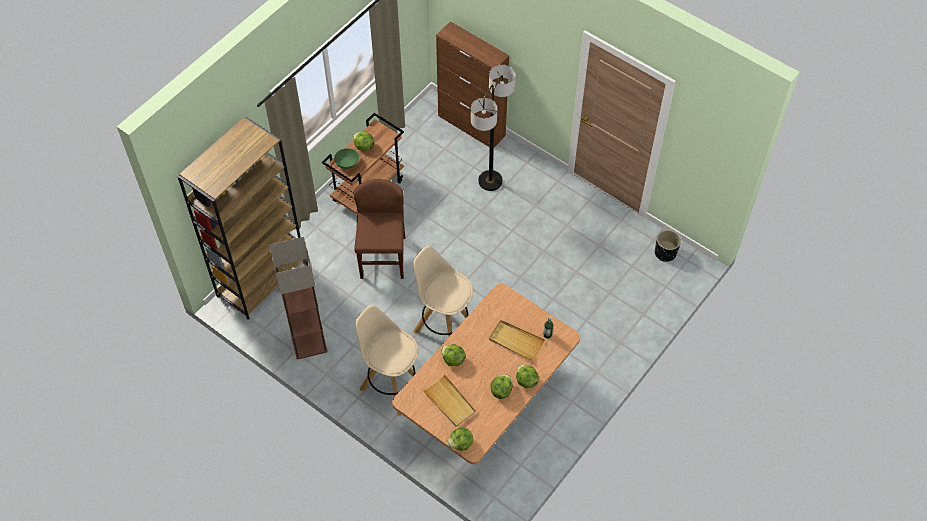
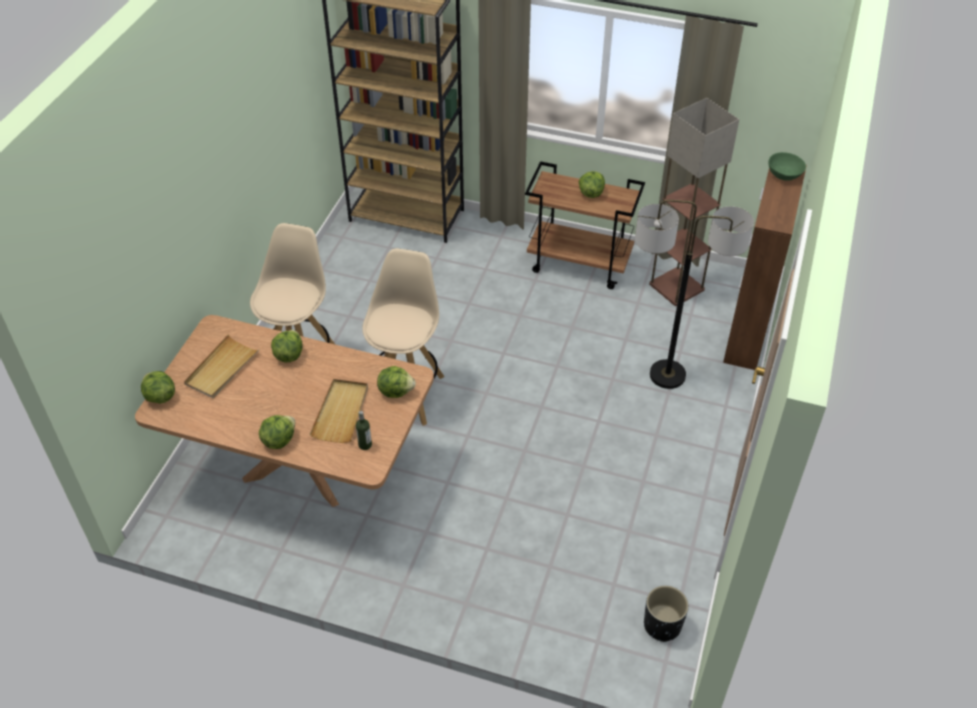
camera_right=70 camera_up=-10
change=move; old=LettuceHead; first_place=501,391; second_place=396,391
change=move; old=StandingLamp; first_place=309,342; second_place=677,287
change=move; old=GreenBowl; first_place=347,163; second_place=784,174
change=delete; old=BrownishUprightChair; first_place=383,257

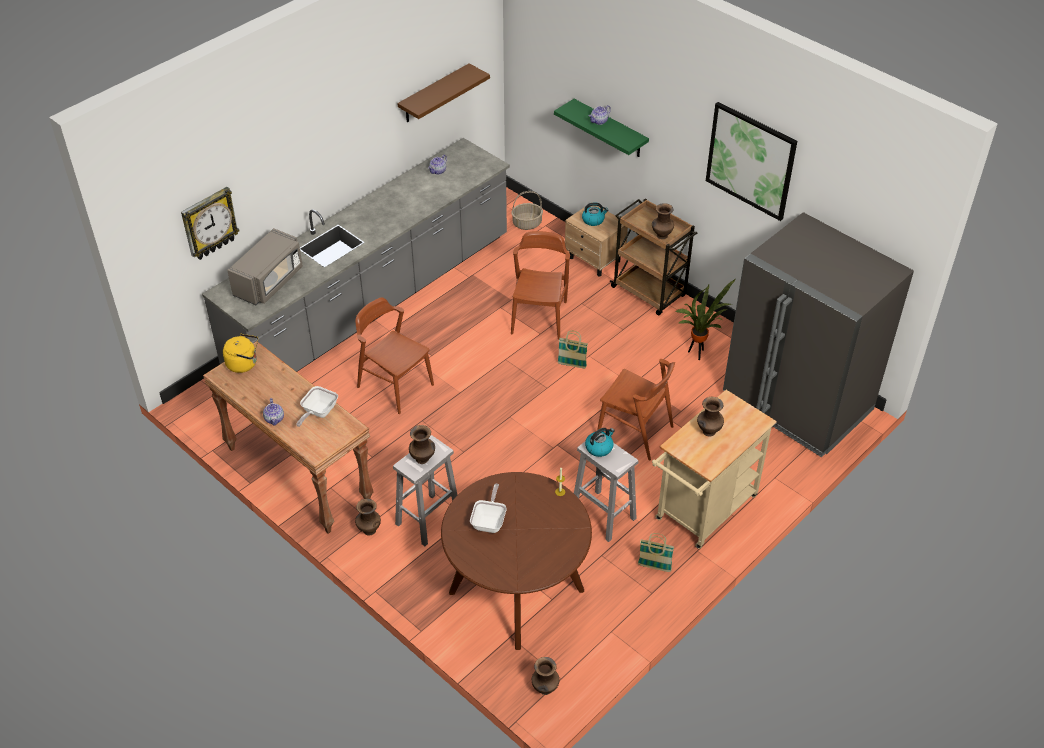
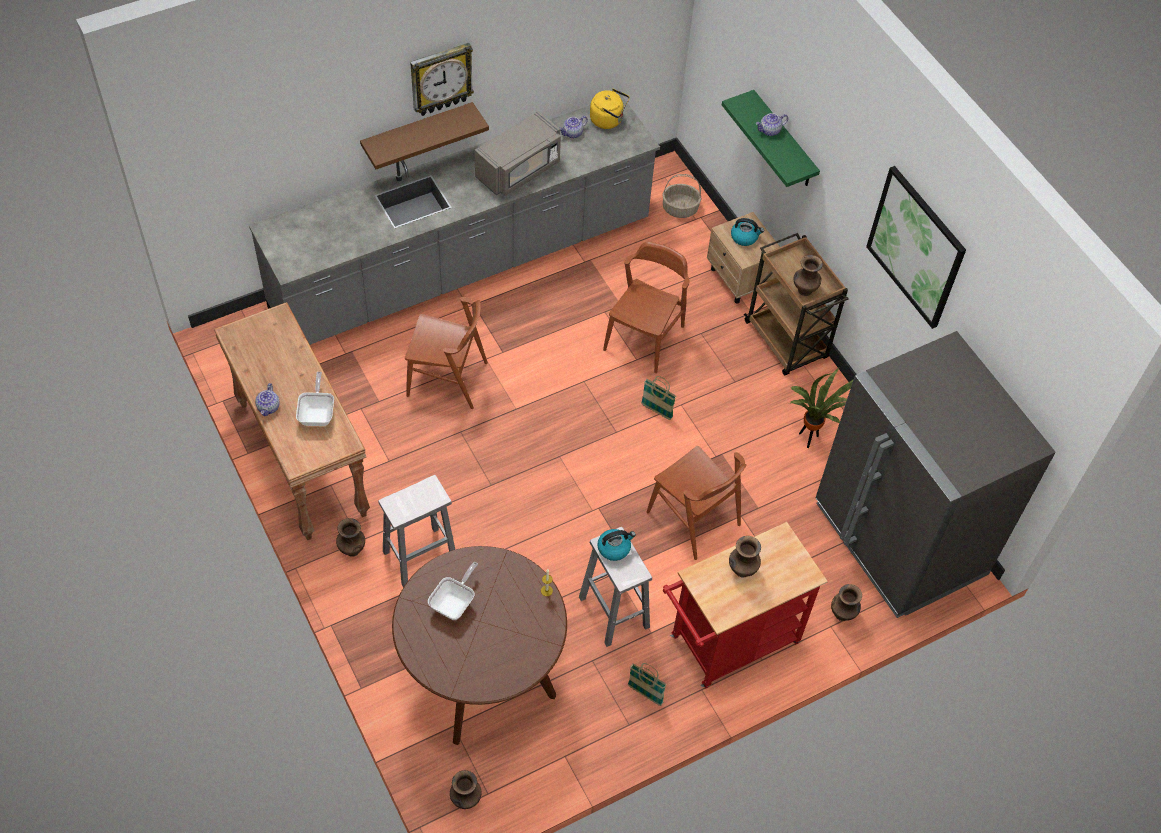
camera_right=15 camera_up=10
change=rotate; old=FryingPan; first_place=318,413; second_place=317,413; degrees=135
change=move; old=BrownishWallShelf; first_place=434,94; second_place=417,133
change=rotate; old=BrownishUprightChair; first_place=395,386; second_place=447,379; degrees=135
change=move; old=ClockOnTheWall; first_place=209,223; second_place=441,79
change=move; old=GrayMicrowave; first_place=270,282; second_place=519,170
change=move; old=YellowTeaKettle; first_place=244,364; second_place=608,120
change=recolor; old=BeigeCart; new=ReddishCart; first_place=702,512; second_place=727,644
change=move; old=BrownishDecorativeVase; first_place=423,459; second_place=842,614

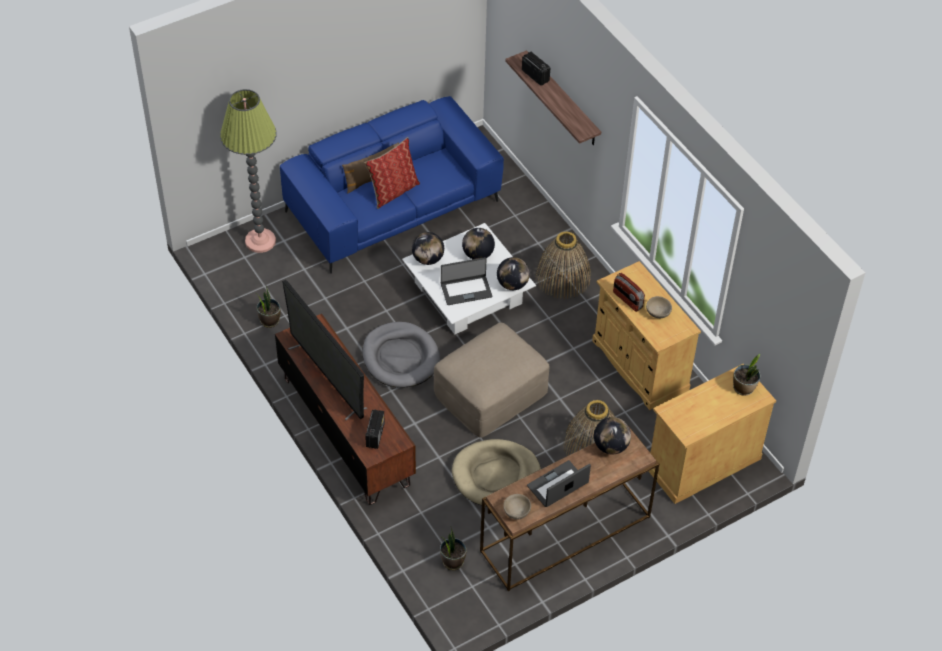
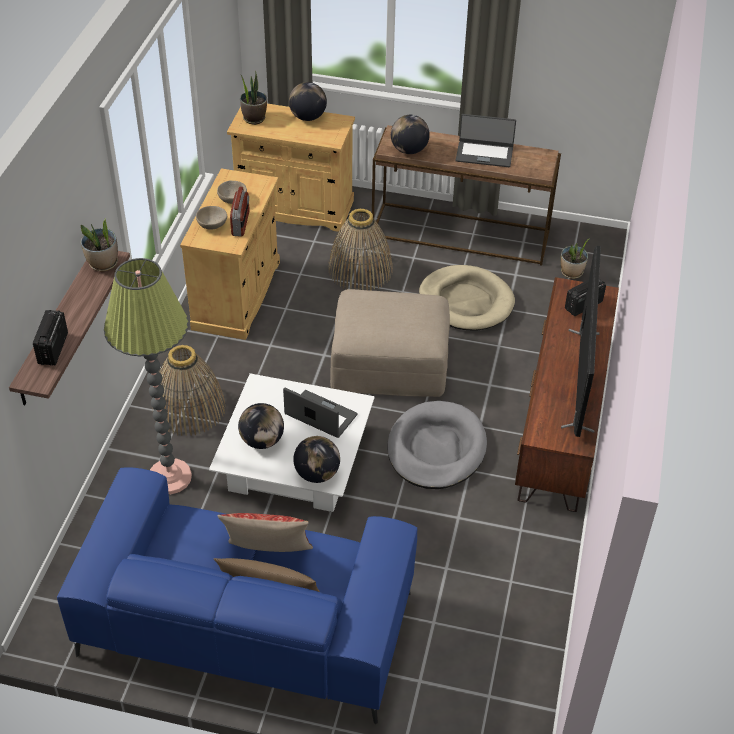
camera_right=-135 camera_up=-5
change=move; old=PottedPlant; first_place=269,320; second_place=103,264
change=move; old=StandingLamp; first_place=260,241; second_place=170,477
change=move; old=BeigeBowl; first_place=516,511; second_place=212,225
change=move; old=WorldGlobe; first_place=512,284; second_place=308,117

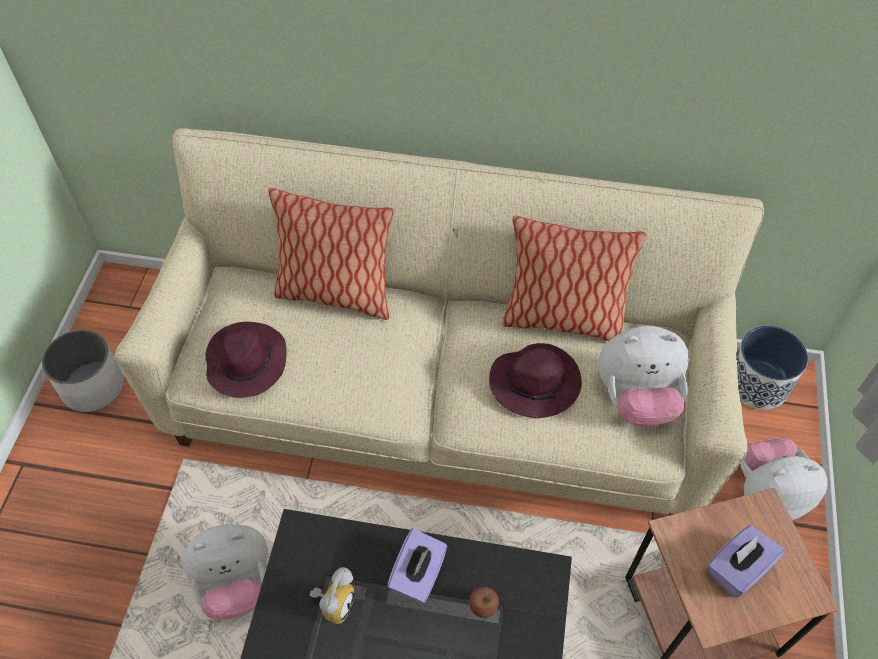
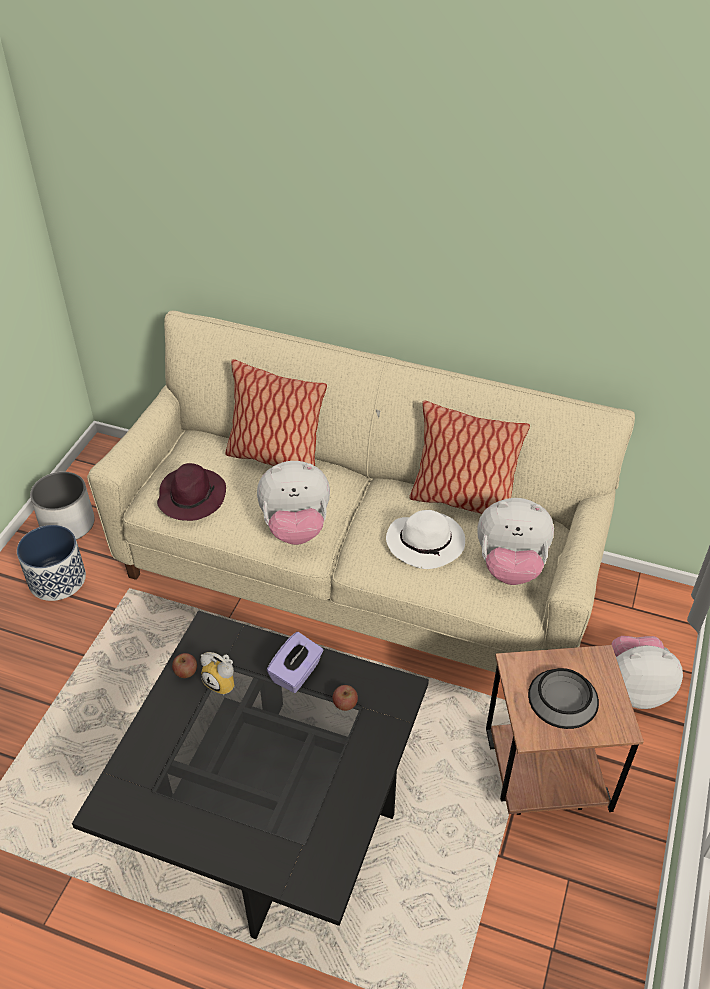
camera_right=10 camera_up=-10
change=move; old=FlowerPot; first_place=757,383; second_place=58,580
change=insert; new=Apple; second_place=186,671
change=rotate; old=AlarmClock; first_place=334,602; second_place=223,682; degrees=90
change=move; old=SoftToy; first_place=235,583; second_place=295,528
change=recolor; old=PurpleWearableHat; new=WhiteColouredWearableHat; first_place=536,382; second_place=426,543
change=replace; old=PurpleTissueHolder; new=Bowl; first_place=737,568; second_place=563,698

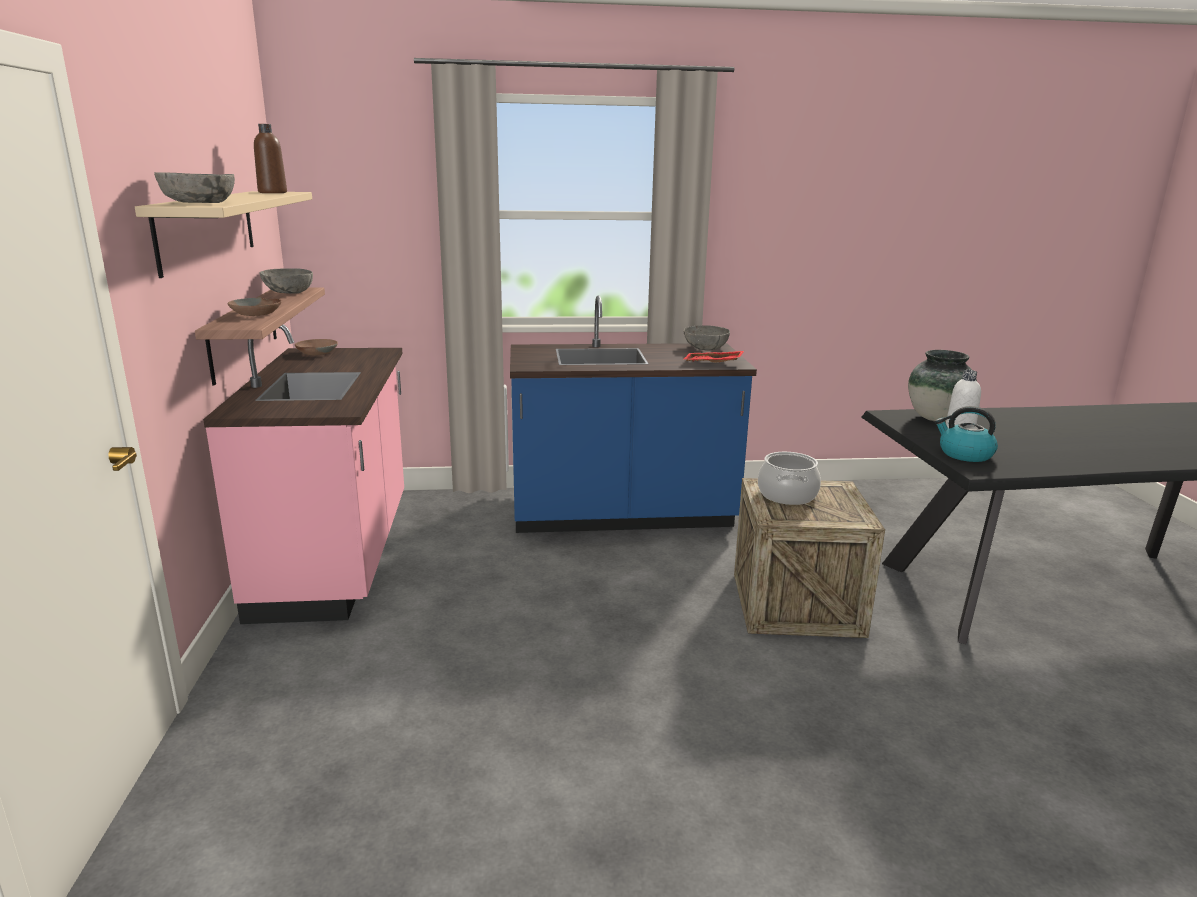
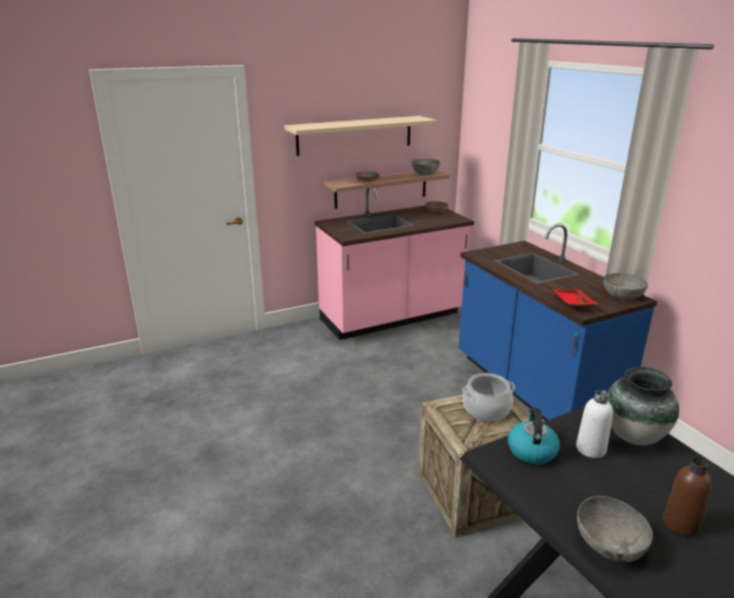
camera_right=70 camera_up=5
change=move; old=GrayBowl; first_place=199,203; second_place=609,544
change=move; old=BrownishBeverageBottle; first_place=272,192; second_place=681,524

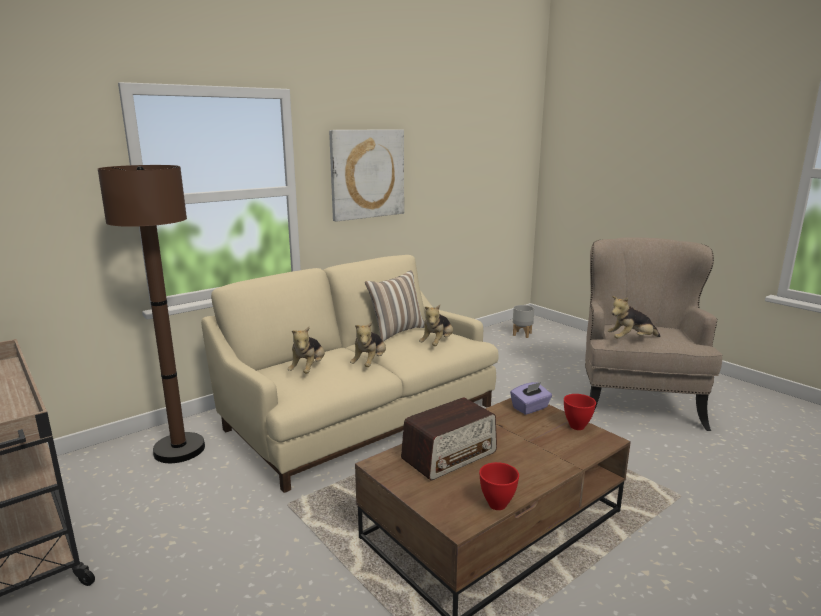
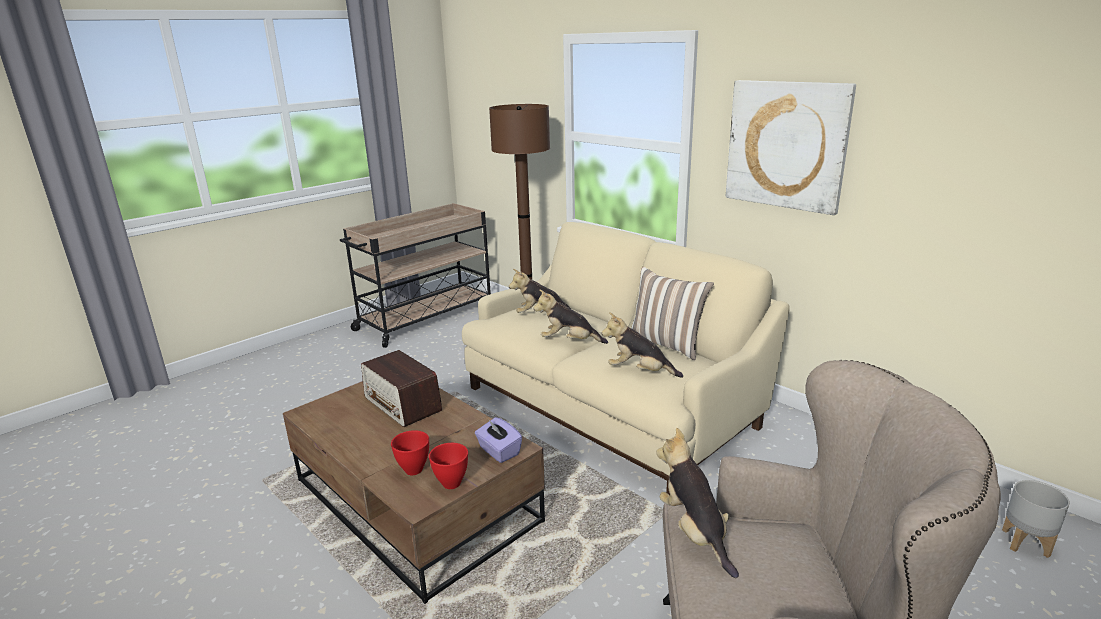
camera_right=85 camera_up=5
change=move; old=ReddishBowl; first_place=497,505; second_place=412,470

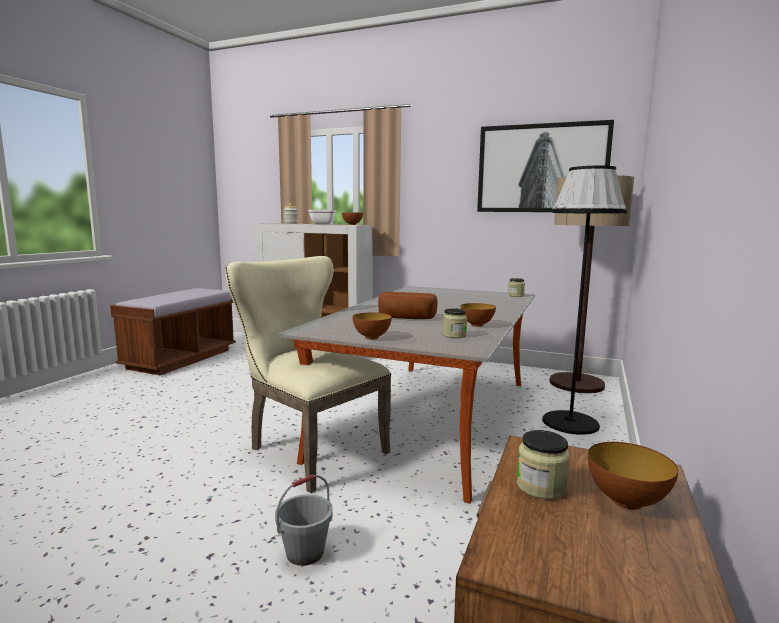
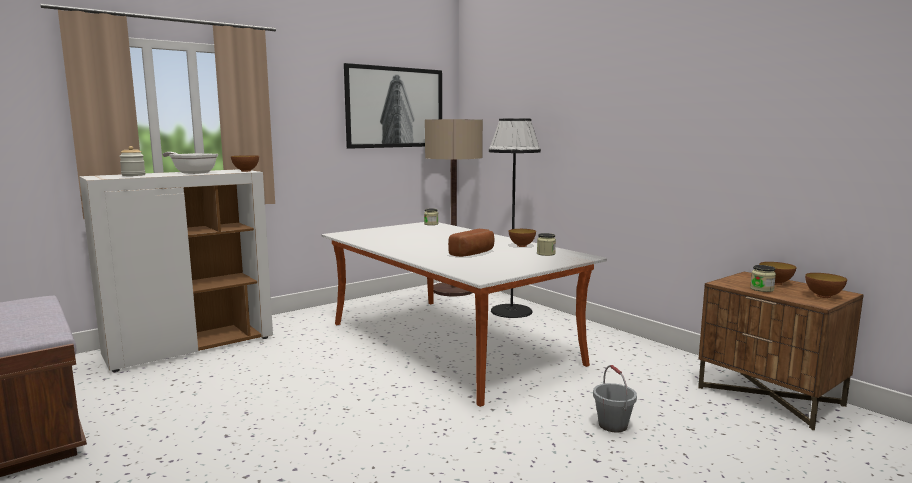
camera_right=-60 camera_up=0
change=move; old=Bowl; first_place=372,337; second_place=823,296
change=delete; old=BeigeUprightChair; first_place=310,449

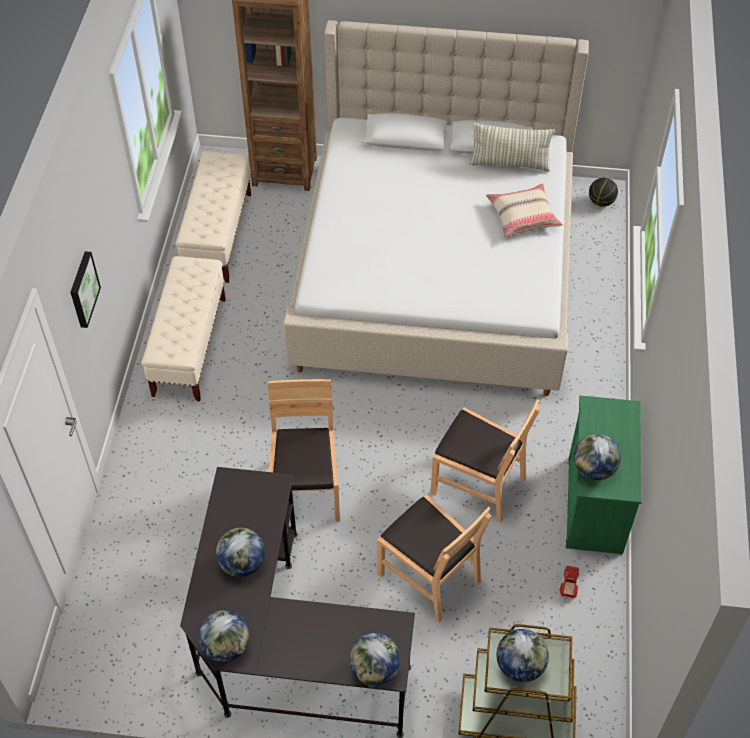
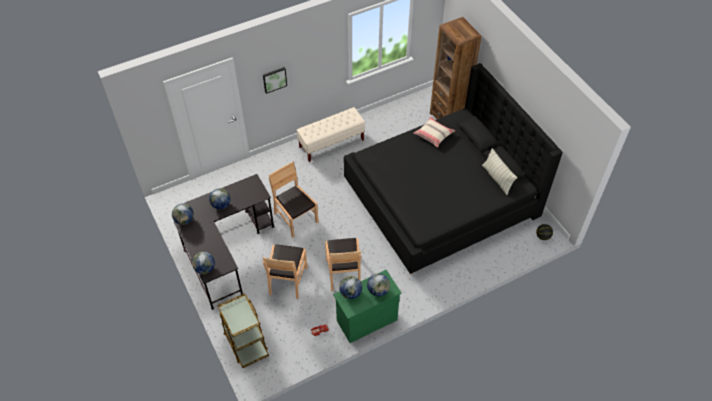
camera_right=55 camera_up=0
change=rotate; old=BrownishUprightChair; first_place=305,490; second_place=295,218; degrees=-90
change=recolor; old=BeigeBed; new=BlackishBed; first_place=436,272; second_place=442,199
change=move; old=WorldGlobe; first_place=520,666; second_place=378,290
change=move; old=BeigeCushion; first_place=523,216; second_place=434,135
change=delete; old=BeigeBench; first_place=218,235

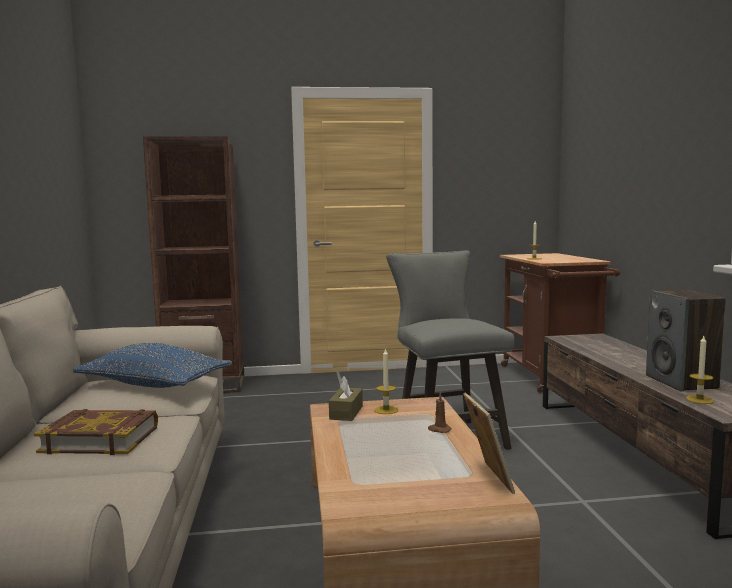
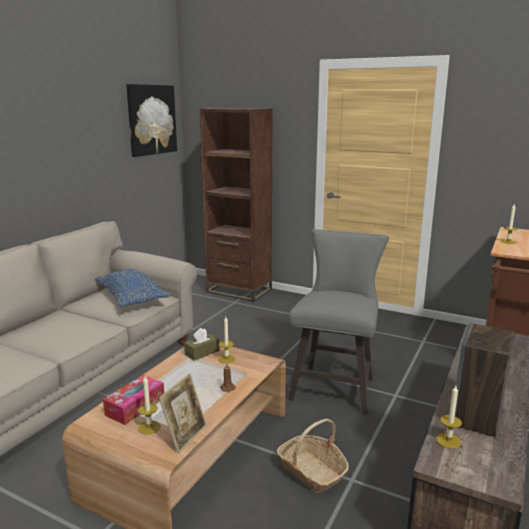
camera_right=35 camera_up=10
change=insert; new=TissueHolder; second_place=135,406
change=insert; new=Picture; second_place=151,120
change=insert; new=WaxCandle; second_place=149,427
change=insert; new=Basket; second_place=312,471
change=delete; old=Volume; first_place=101,439

